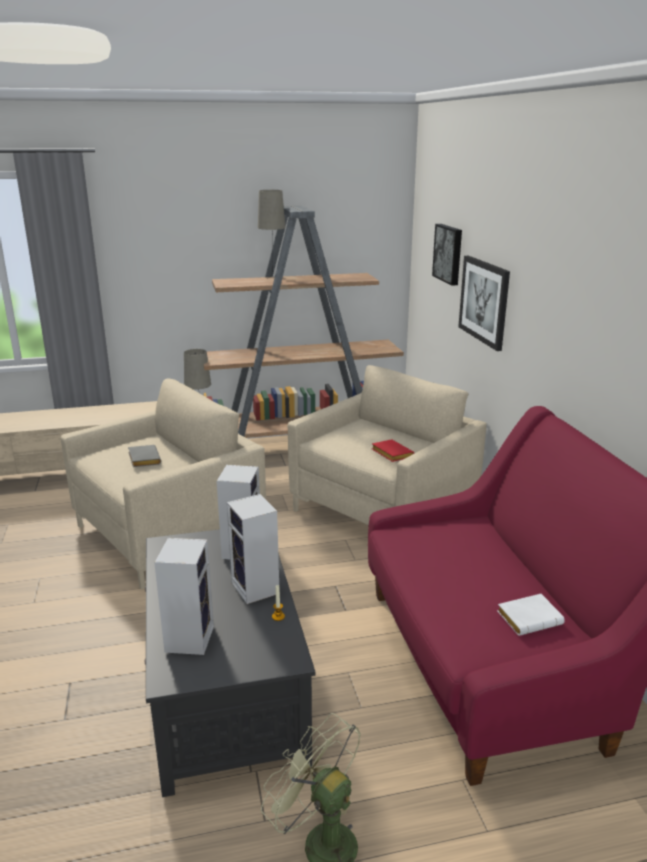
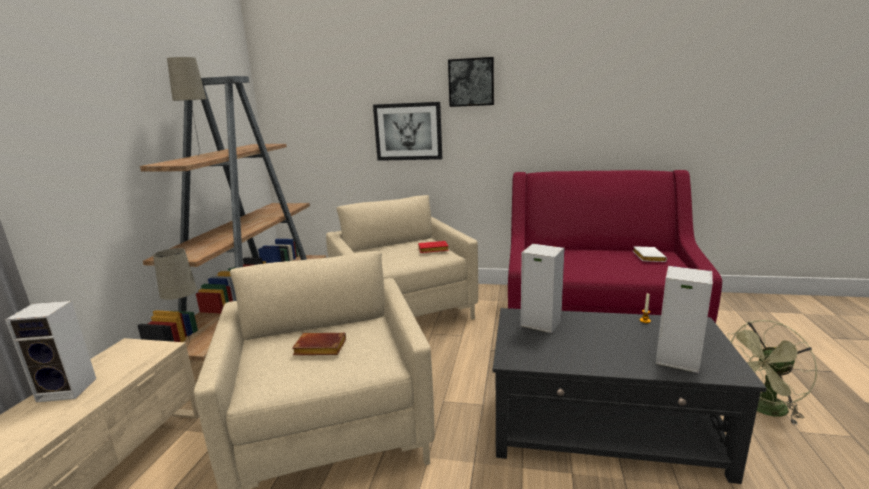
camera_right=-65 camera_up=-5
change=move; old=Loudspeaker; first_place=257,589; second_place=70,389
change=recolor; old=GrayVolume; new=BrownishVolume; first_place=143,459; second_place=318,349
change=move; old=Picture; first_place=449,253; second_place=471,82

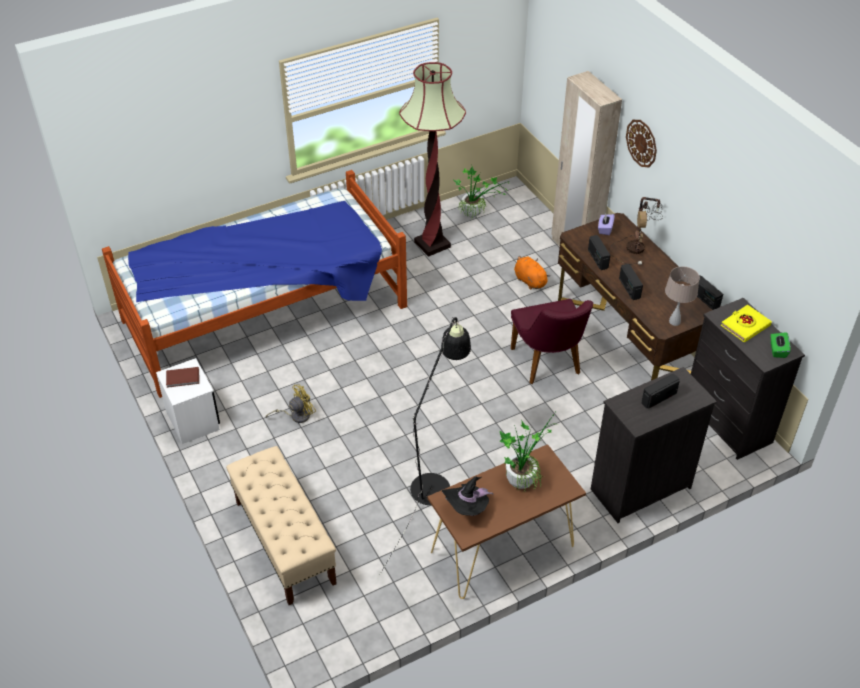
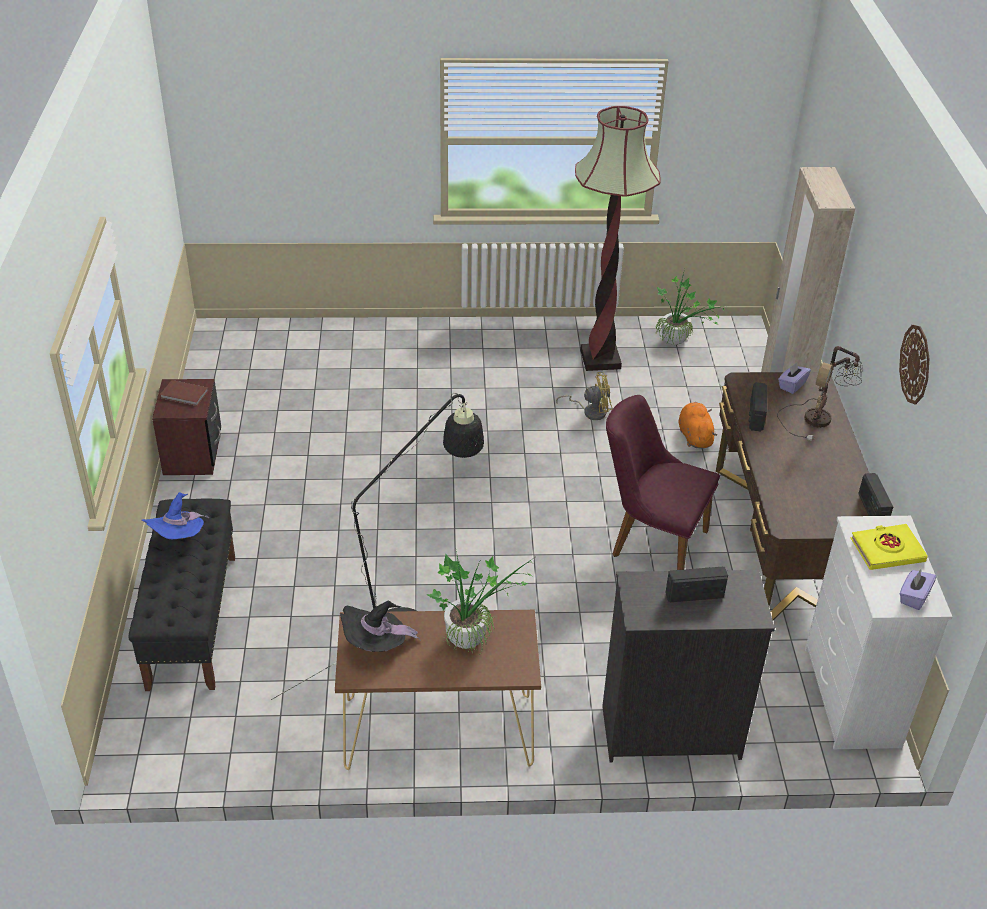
camera_right=25 camera_up=-5
change=recolor; old=BeigeBench; new=BlackishBench; first_place=284,542; second_place=192,620
change=insert; new=BlueColouredWearableHat; second_place=179,539
change=recolor; old=WhiteColouredNightstand; new=BrownishNightstand; first_place=193,420; second_place=192,455
change=move; old=YellowCoolingFan; first_place=296,415; second_place=590,411
change=rotate; old=PurpleUprightChair; first_place=548,365; second_place=650,541; degrees=105
change=recolor; old=BlackishChestOfDrawers; new=WhiteColouredChestOfDrawers; first_place=727,423; second_place=851,698
change=move; old=ClockOnTheWall; first_place=641,143; second_place=915,364
change=recolor; old=GreenTissueHolder; new=PurpleTissueHolder; first_place=777,350; second_place=913,597
change=delete; old=Bed; first_place=265,314
change=delete; old=RadioSet; first_place=629,288
change=delete; old=BeigeTableLamp; first_place=674,322

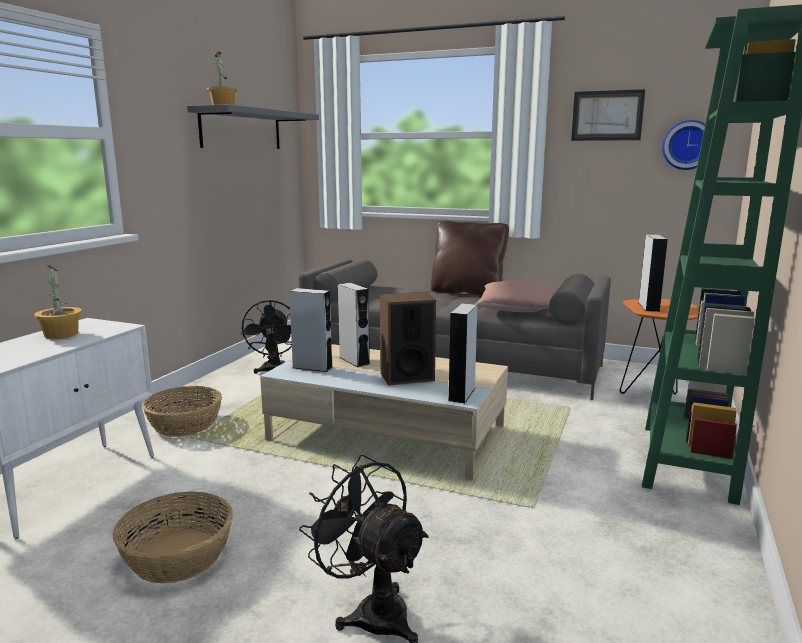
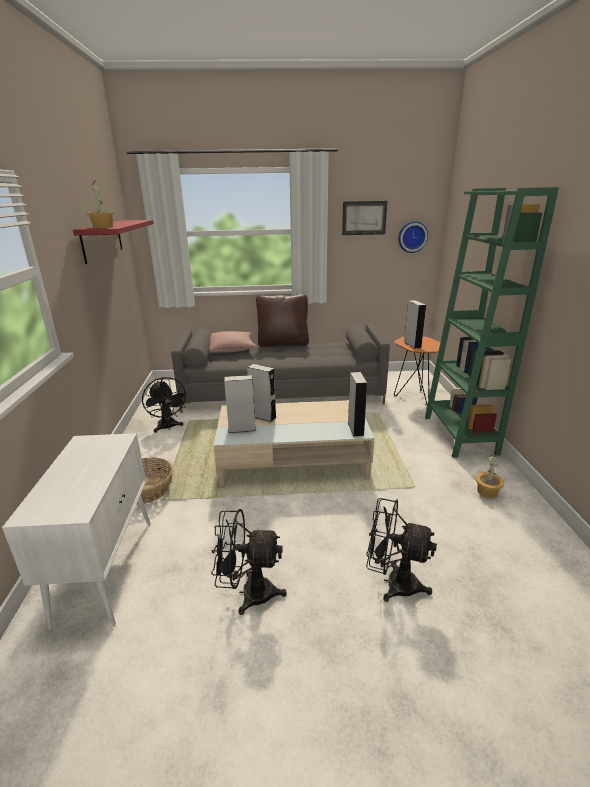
camera_right=-25 camera_up=10
change=recolor; old=GrayWallShelf; new=ReddishWallShelf; first_place=241,129; second_place=102,240
change=move; old=PinkCushion; first_place=516,309; second_place=231,349
change=replace; old=Basket; new=BlackishCoolingFan; first_place=178,556; second_place=249,593
change=move; old=PottedPlant; first_place=60,334; second_place=487,492
change=delete; old=Loudspeaker; first_place=406,376

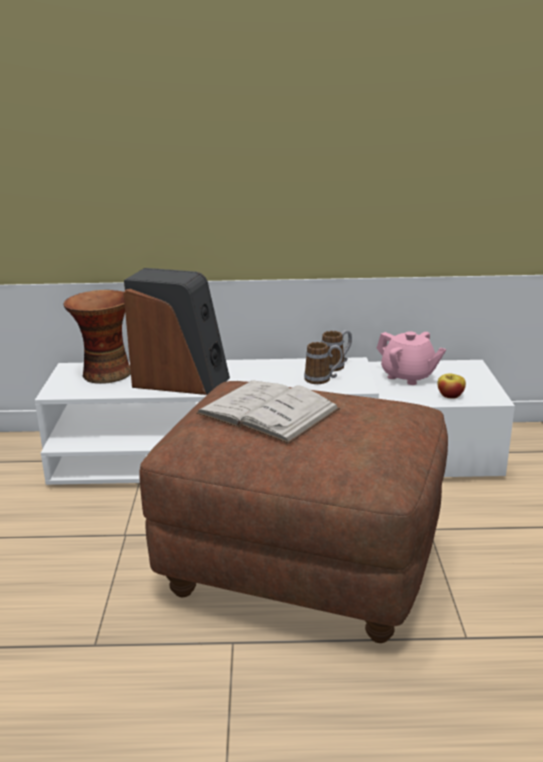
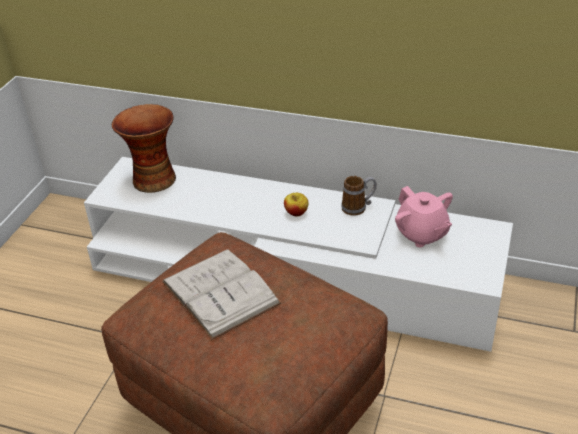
camera_right=20 camera_up=15
change=move; old=Apple; first_place=450,396; second_place=296,212
change=delete; old=Loudspeaker; first_place=181,381
change=delete; old=TeaMug; first_place=323,379

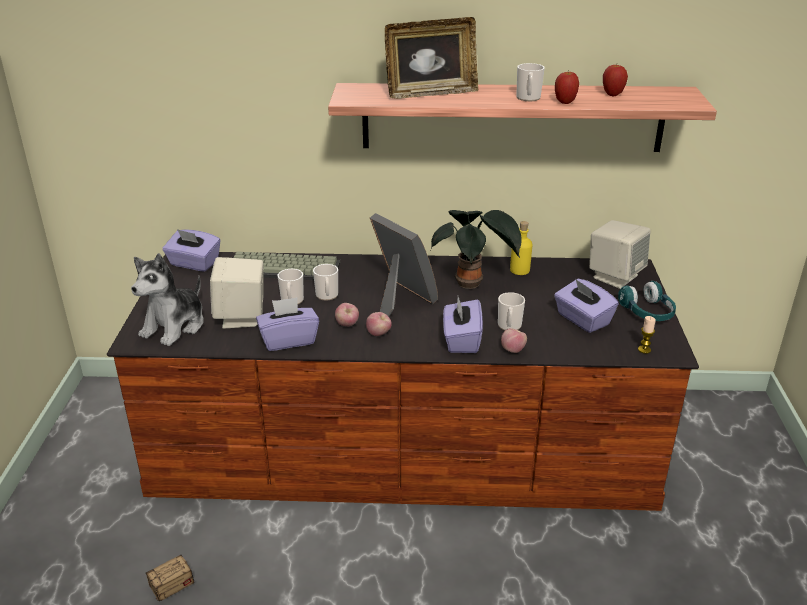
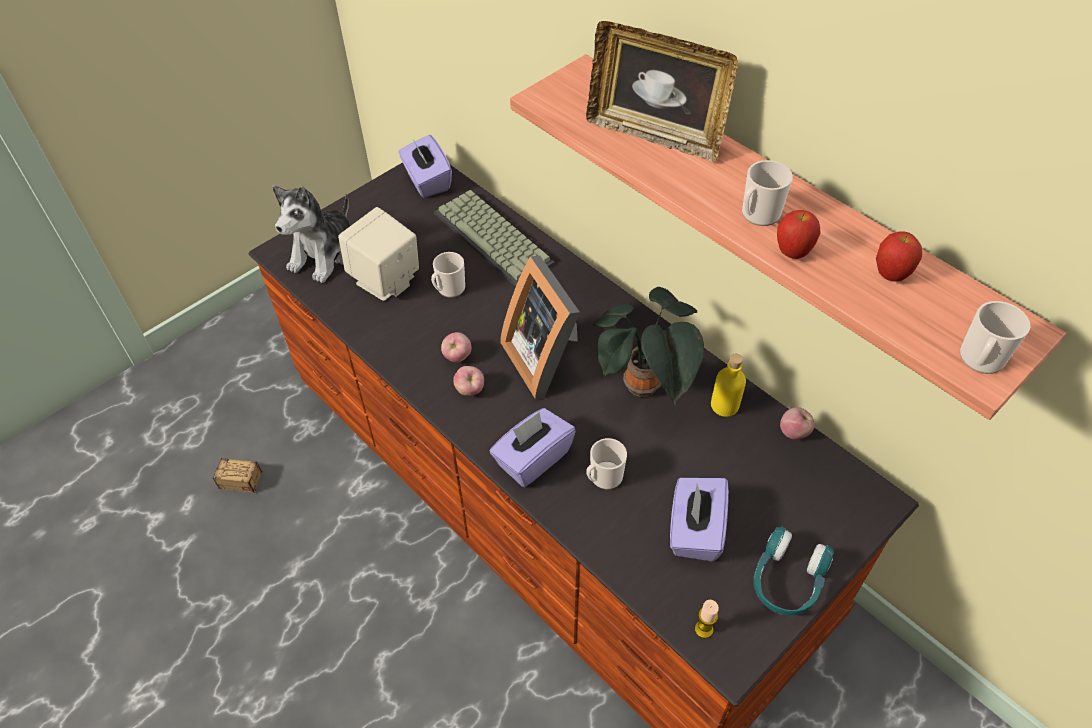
camera_right=45 camera_up=20
change=rotate; old=SoftToy; first_place=175,326; second_place=325,254; degrees=-45
change=rotate; old=PhotoFrame; first_place=400,299; second_place=546,357; degrees=150
change=move; old=Apple; first_place=513,350; second_place=794,432
change=move; old=TeaMug; first_place=327,296; second_place=980,360
change=delete; old=PurpleTissueHolder; first_place=288,340
change=delete; old=BeigeLoudspeaker; first_place=614,276

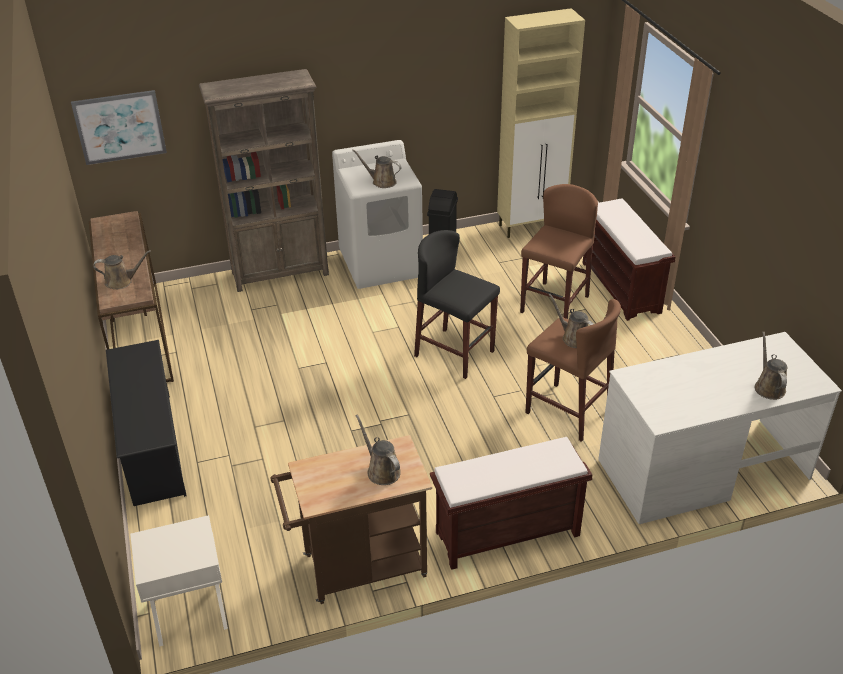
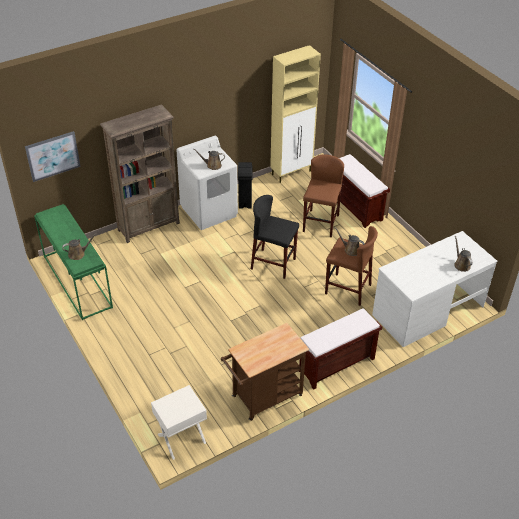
camera_right=-15 camera_up=5
change=recolor; old=BrownishHallTable; new=GreenHallTable; first_place=137,335; second_place=76,281
change=delete; old=BlackishShoeRack; first_place=152,447
change=delete; old=BrownishSprinklingCan; first_place=381,470

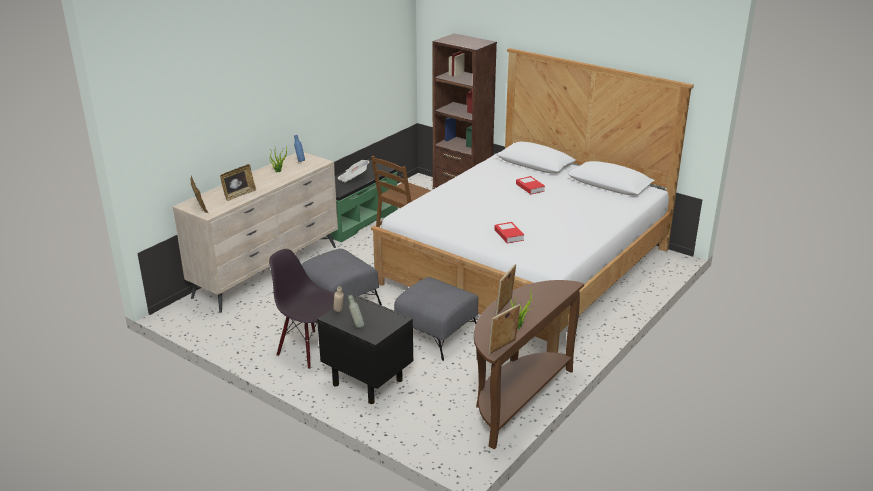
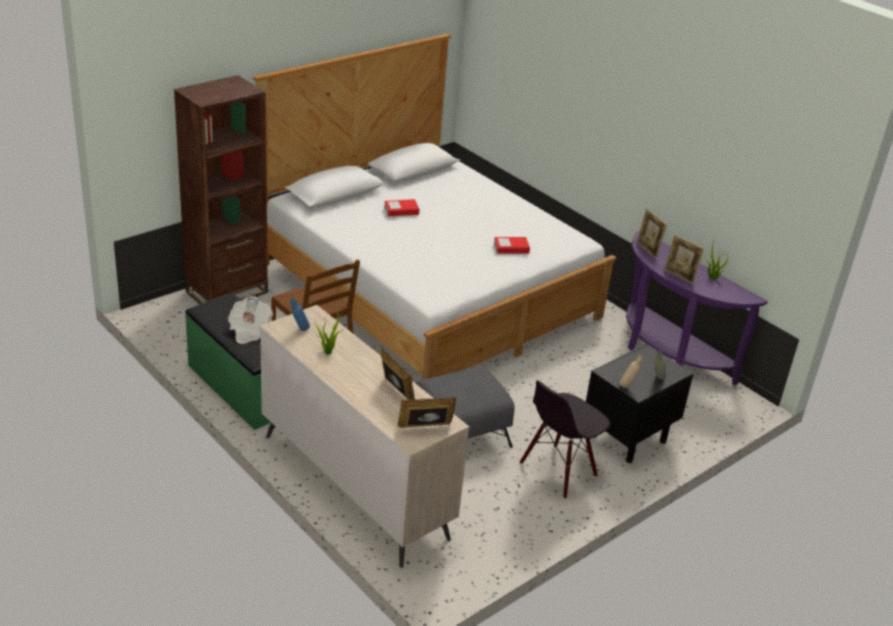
camera_right=-80 camera_up=5
change=recolor; old=BrownishHallTable; new=PurpleHallTable; first_place=517,399; second_place=668,354
change=move; old=PhotoFrame; first_place=503,348; second_place=647,250
change=delete; old=GrayOttoman; first_place=436,335

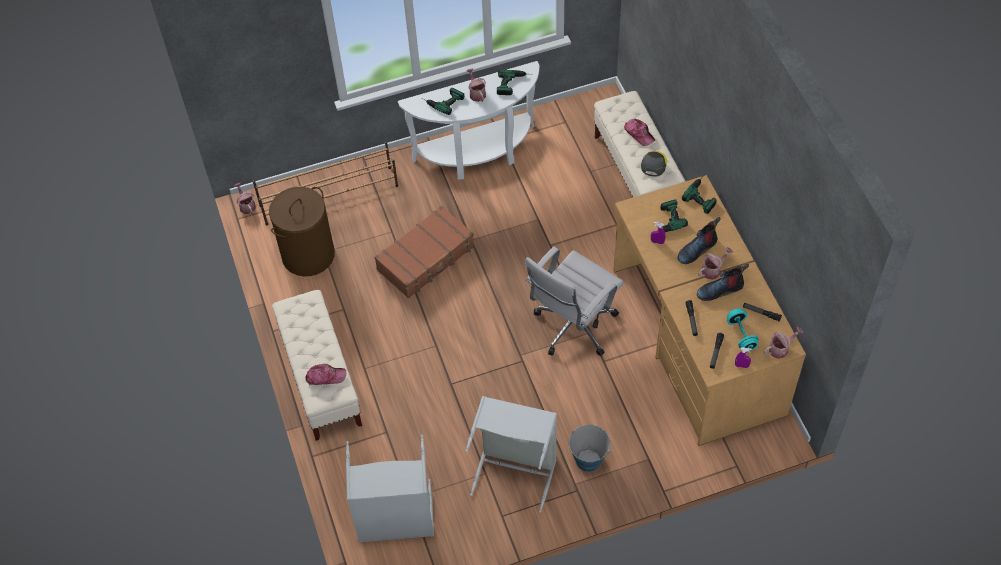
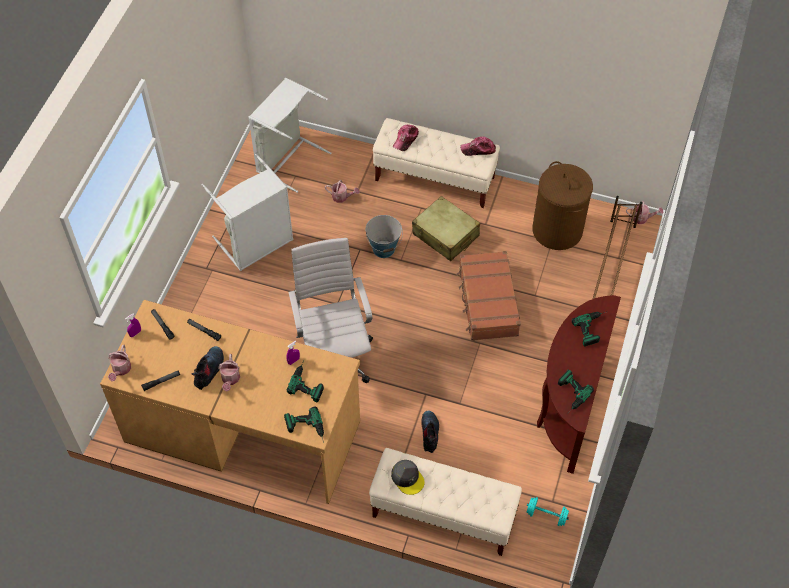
camera_right=125 camera_up=0
change=move; old=SprinklingCan; first_place=476,93; second_place=342,197
change=move; old=Pail; first_place=588,460; second_place=384,249
change=insert; new=BeigeTravelCase; second_place=445,235
change=move; old=TallBoot; first_place=697,249; second_place=430,433
change=move; old=Cap; first_place=639,134; second_place=478,149
change=move; old=TurquoiseDumbbell; first_place=741,335; second_place=546,515
change=recolor; old=WhiteColouredHallTable; new=BrownishHallTable; first_place=478,154; second_place=569,406

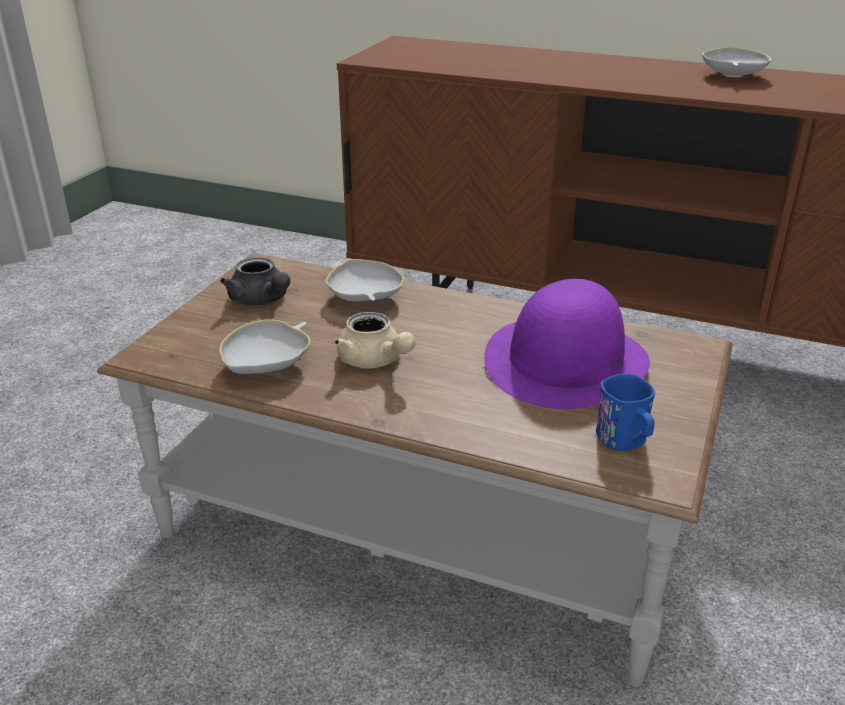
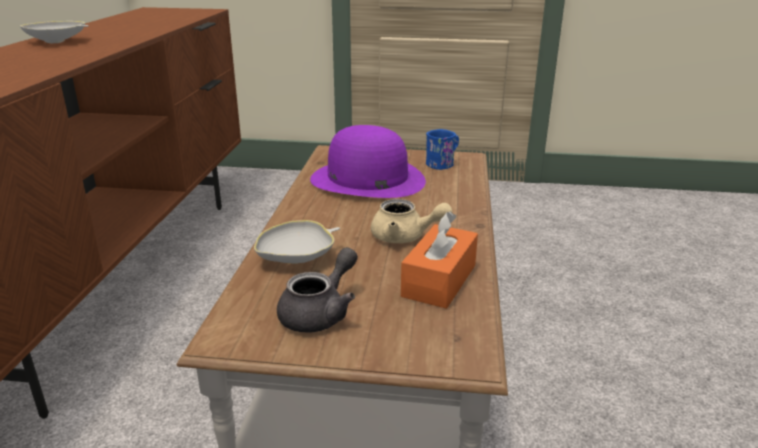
camera_right=-105 camera_up=-5
change=rotate; old=BeigeTeaPot; first_place=374,361; second_place=405,237; degrees=75
change=replace; old=WhiteColouredBowl; new=OrangeTissueHolder; first_place=268,364; second_place=439,280

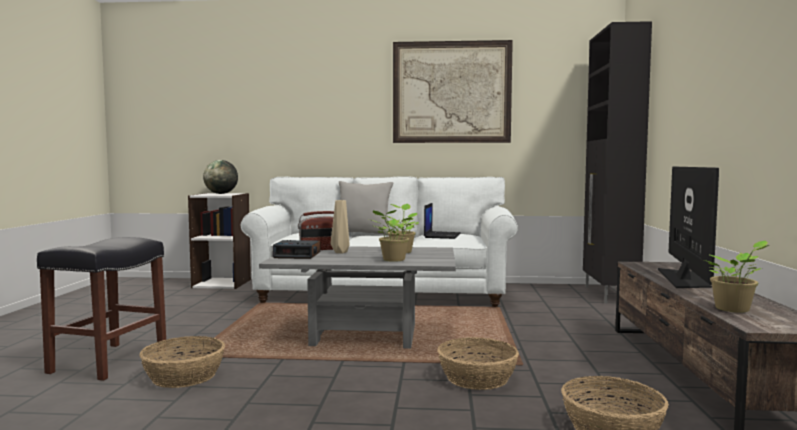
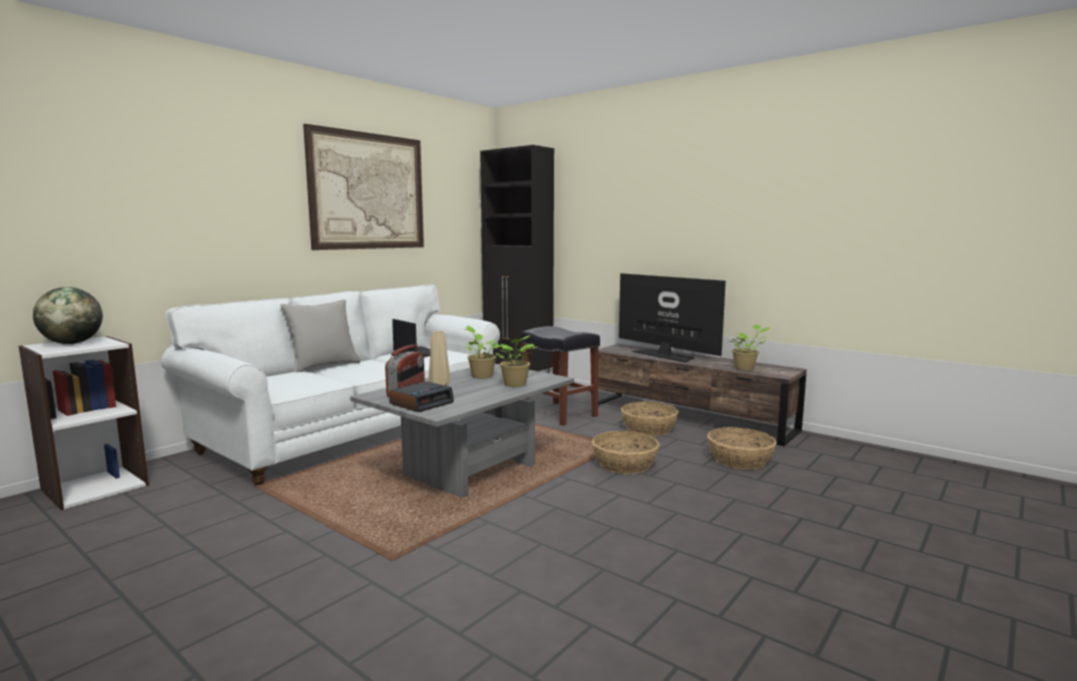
camera_right=-55 camera_up=5
change=move; old=BlackishStool; first_place=109,360; second_place=558,413
change=move; old=Basket; first_place=184,376; second_place=648,429

